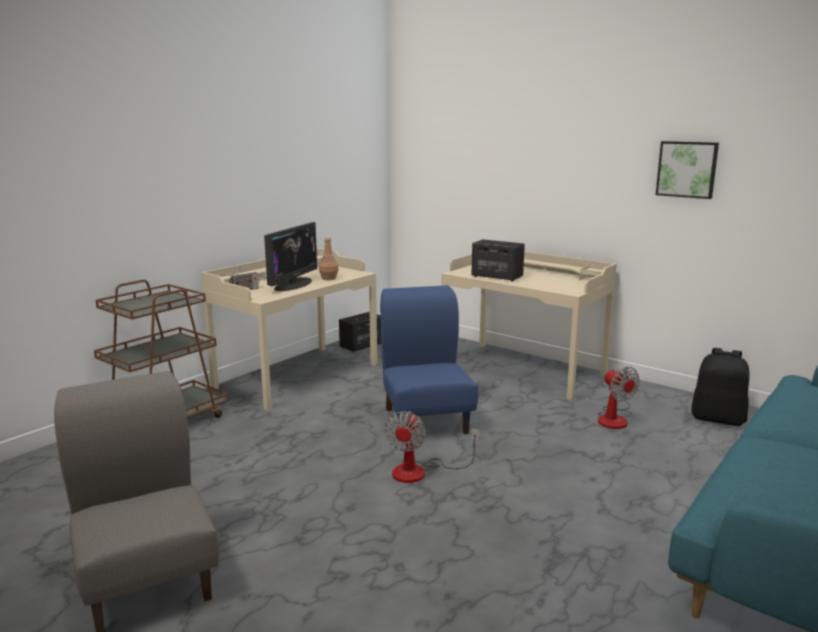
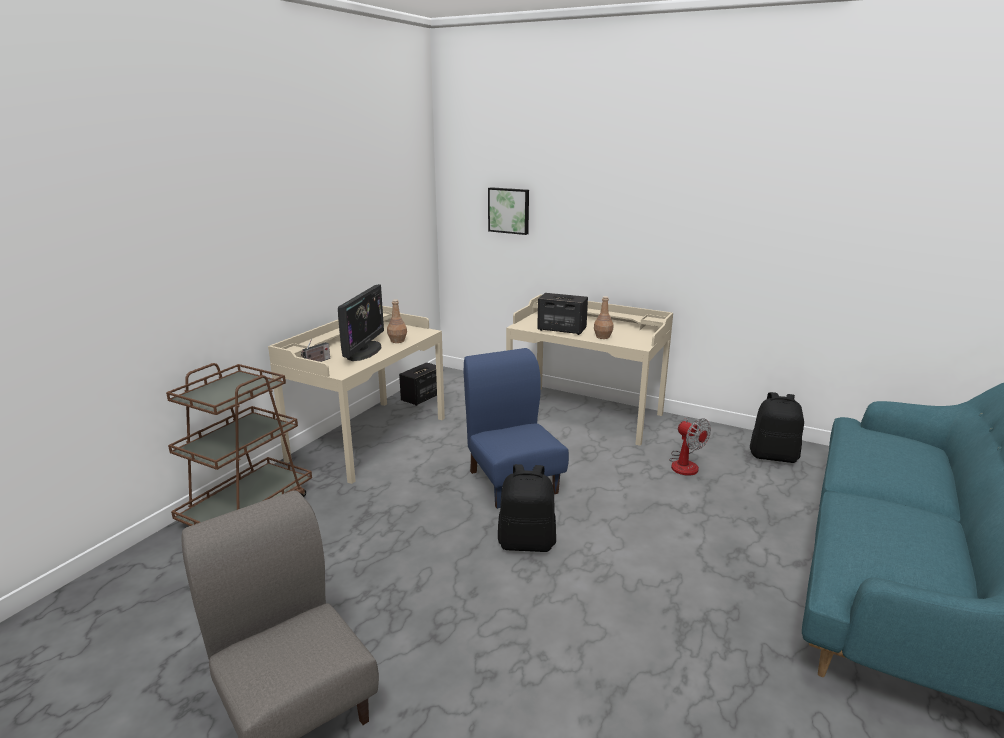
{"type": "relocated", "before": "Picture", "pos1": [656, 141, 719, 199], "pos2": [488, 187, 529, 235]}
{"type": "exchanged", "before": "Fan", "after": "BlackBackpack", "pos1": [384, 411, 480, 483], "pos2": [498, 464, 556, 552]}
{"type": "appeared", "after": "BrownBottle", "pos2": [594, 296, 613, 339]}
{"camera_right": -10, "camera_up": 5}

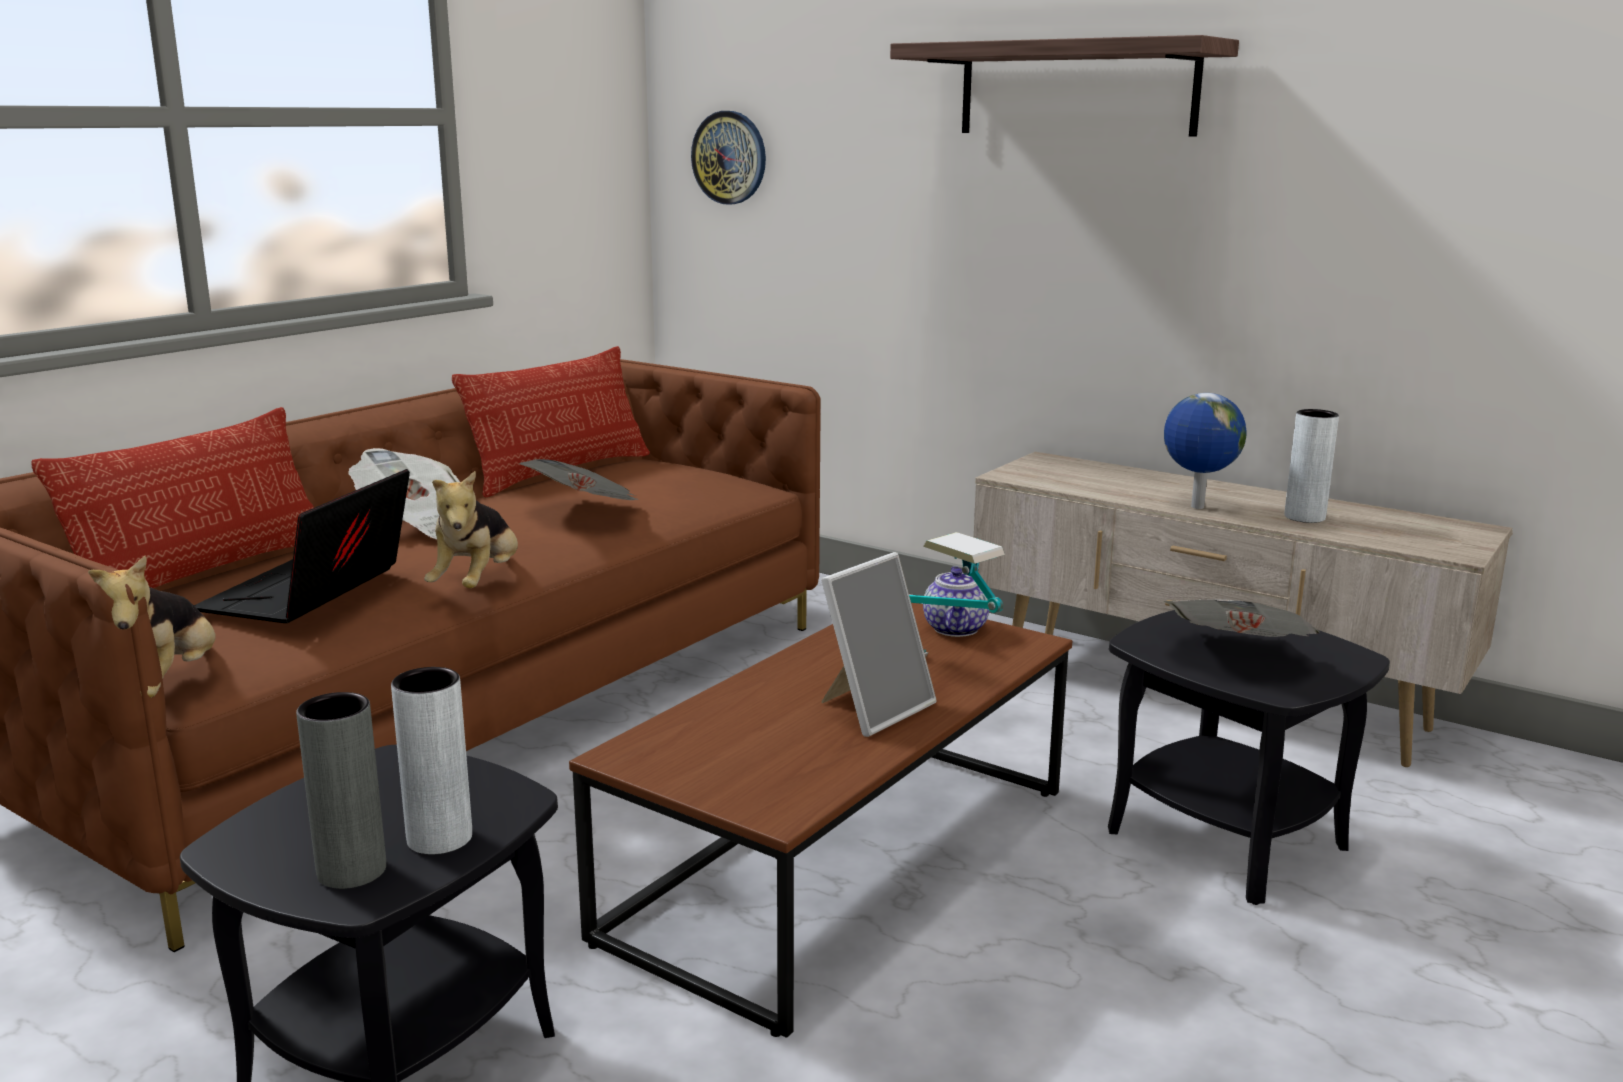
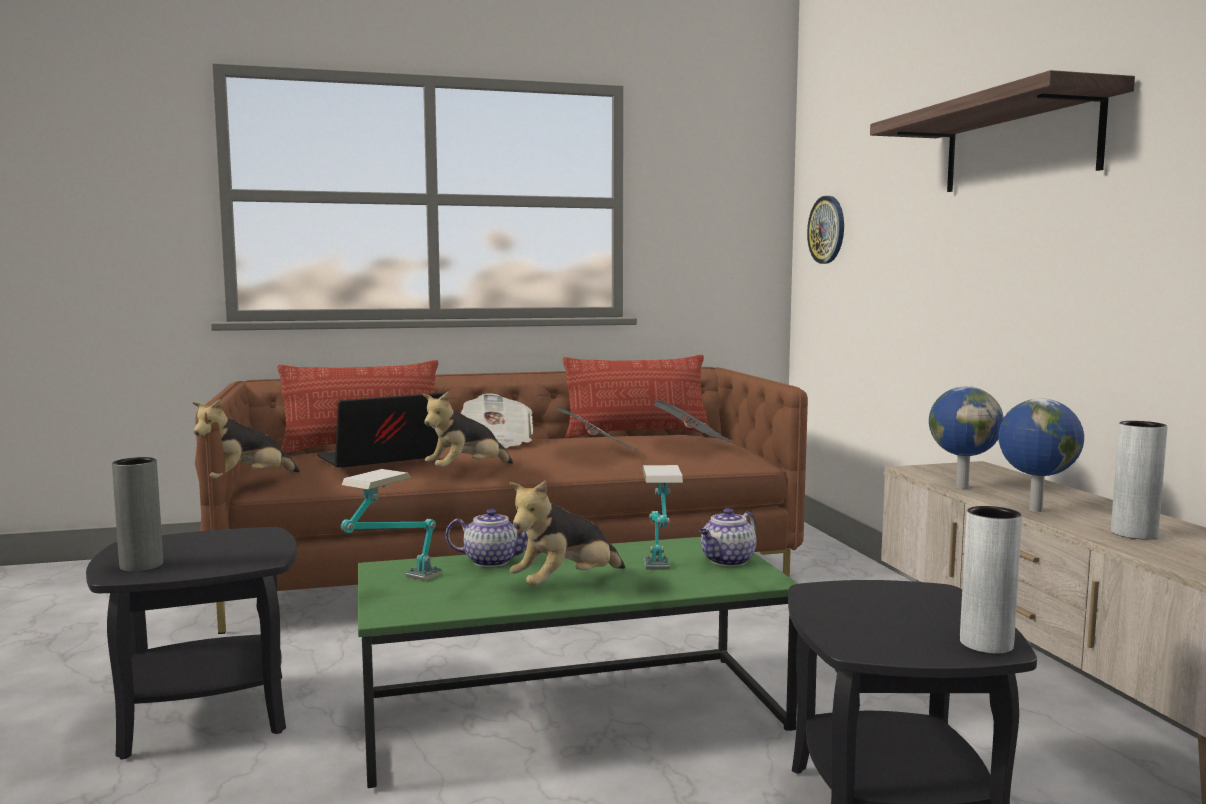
{"type": "exchanged", "before": "PictureFrame", "after": "PlushToy", "pos1": [821, 552, 937, 737], "pos2": [510, 480, 625, 586]}
{"type": "relocated", "before": "Newspaper", "pos1": [1164, 600, 1320, 637], "pos2": [653, 400, 733, 441]}
{"type": "colour", "before": "BrownCoffeeTable", "after": "GreenCoffeeTable", "pos1": [569, 603, 1072, 1038], "pos2": [358, 537, 798, 788]}
{"type": "relocated", "before": "GreyVase", "pos1": [391, 667, 472, 855], "pos2": [960, 506, 1022, 654]}
{"type": "appeared", "after": "Globe", "pos2": [929, 386, 1004, 489]}
{"type": "appeared", "after": "TableLamp", "pos2": [341, 469, 443, 581]}
{"type": "appeared", "after": "Teapot", "pos2": [446, 509, 528, 567]}
{"camera_right": 40, "camera_up": -10}

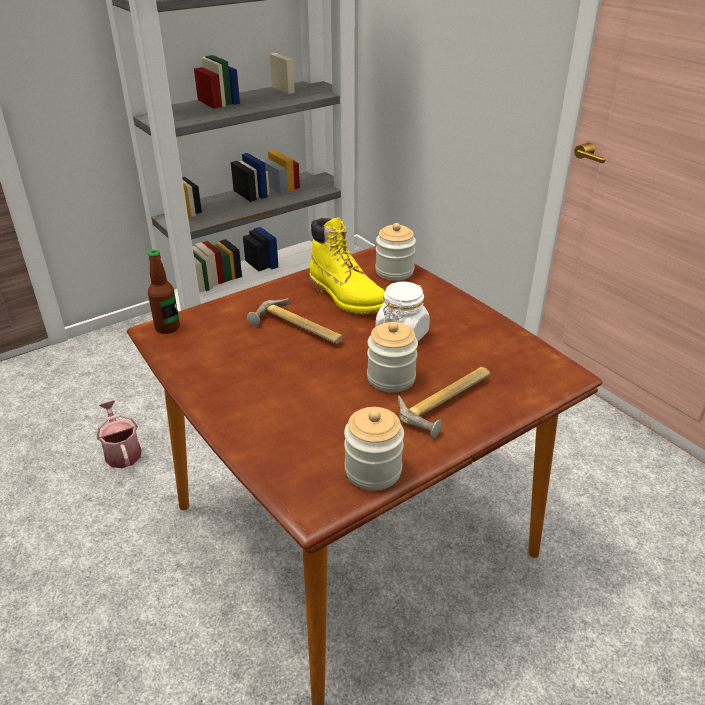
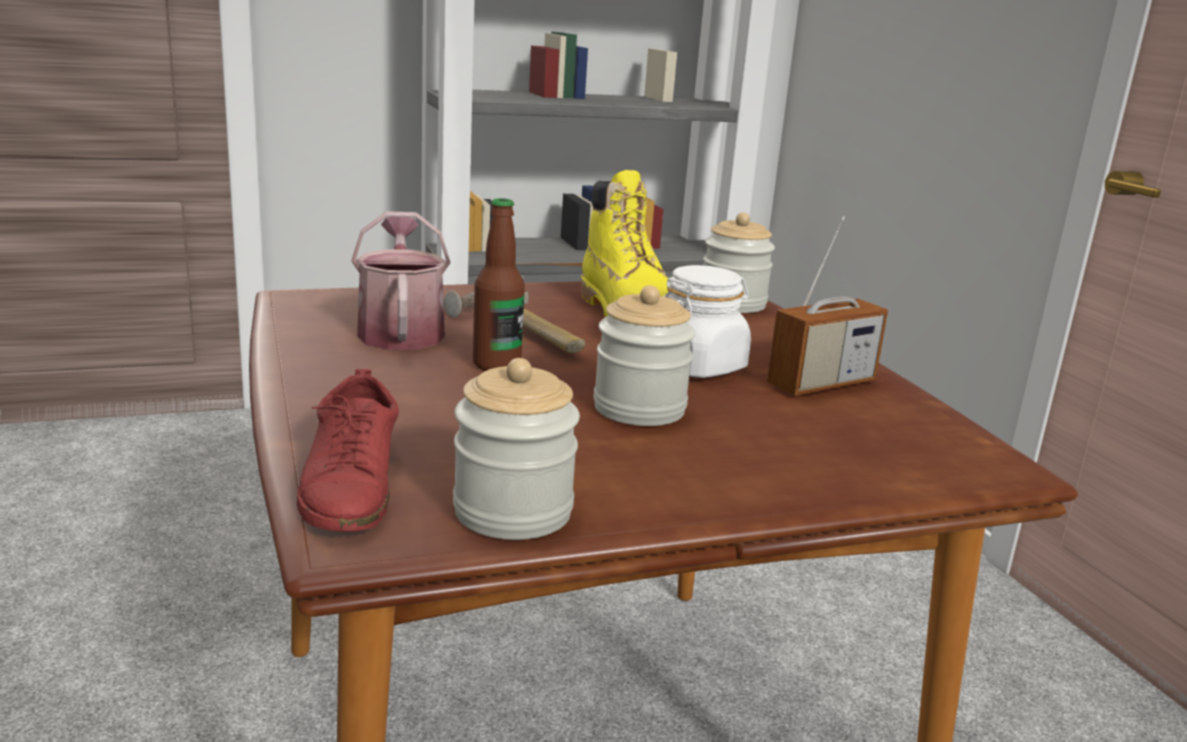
{"type": "relocated", "before": "Bottle", "pos1": [148, 250, 180, 334], "pos2": [473, 198, 525, 371]}
{"type": "missing", "before": "Hammer", "pos1": [398, 367, 490, 438]}
{"type": "relocated", "before": "WateringCan", "pos1": [97, 401, 141, 468], "pos2": [351, 211, 450, 350]}
{"type": "appeared", "after": "Radio", "pos2": [767, 216, 888, 396]}
{"type": "appeared", "after": "RedShoe", "pos2": [297, 369, 399, 532]}
{"camera_right": 15, "camera_up": -15}

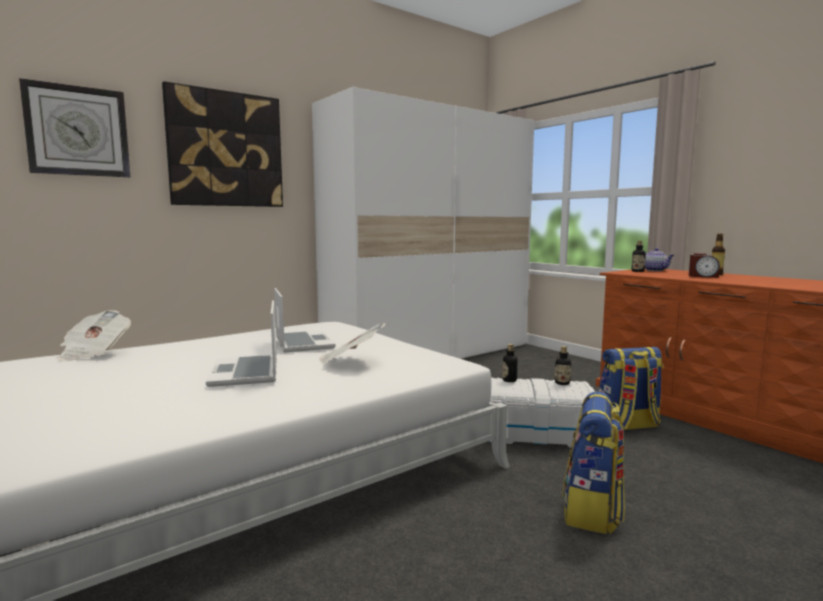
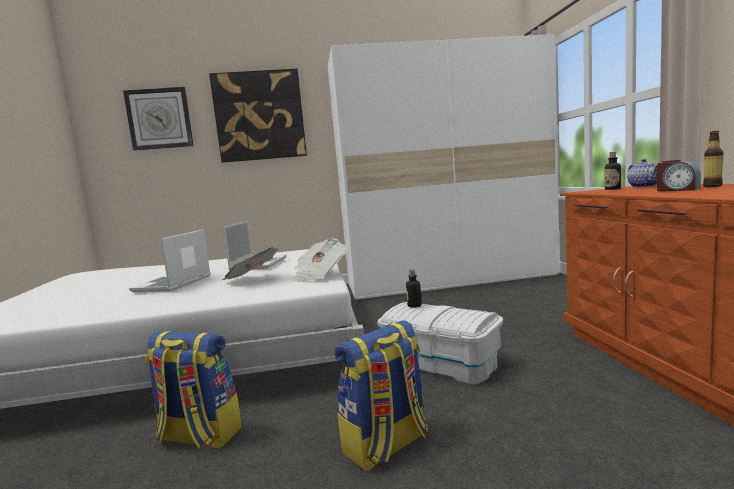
{"type": "relocated", "before": "Newspaper", "pos1": [58, 310, 131, 361], "pos2": [291, 238, 347, 282]}
{"type": "missing", "before": "Bottle", "pos1": [555, 346, 571, 385]}
{"type": "relocated", "before": "Backpack", "pos1": [599, 347, 664, 431], "pos2": [146, 331, 242, 449]}
{"camera_right": 30, "camera_up": 0}

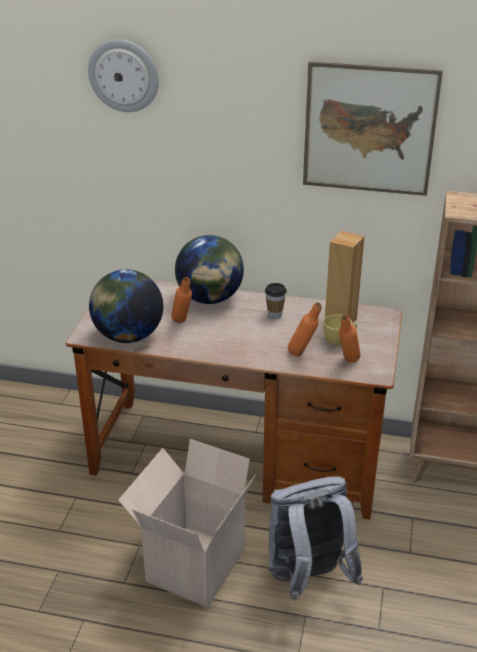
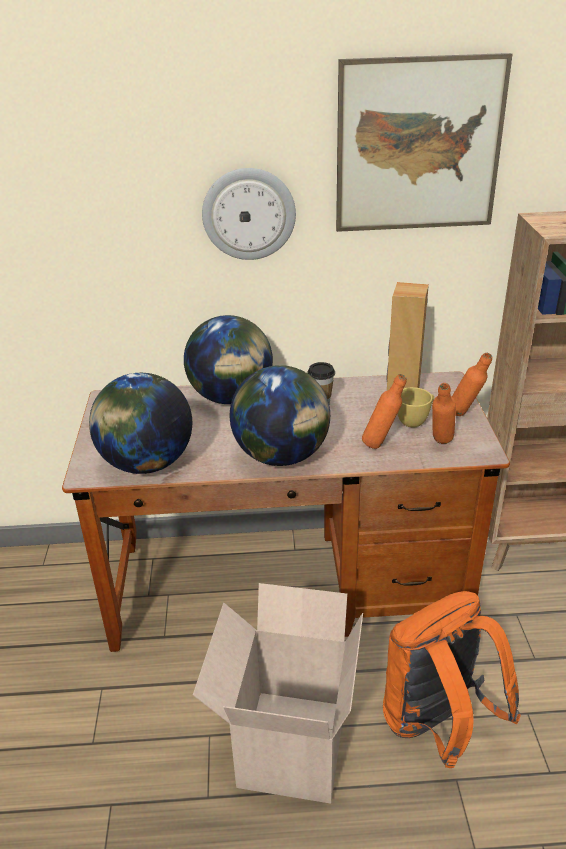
{"type": "relocated", "before": "WallClock", "pos1": [88, 39, 159, 112], "pos2": [202, 168, 296, 260]}
{"type": "relocated", "before": "OrangeBottle", "pos1": [171, 277, 192, 323], "pos2": [452, 353, 492, 416]}
{"type": "colour", "before": "GreyBackpack", "after": "OrangeBackpack", "pos1": [268, 476, 363, 601], "pos2": [383, 591, 521, 768]}
{"type": "appeared", "after": "Globe", "pos2": [230, 365, 330, 466]}
{"camera_right": -15, "camera_up": 0}

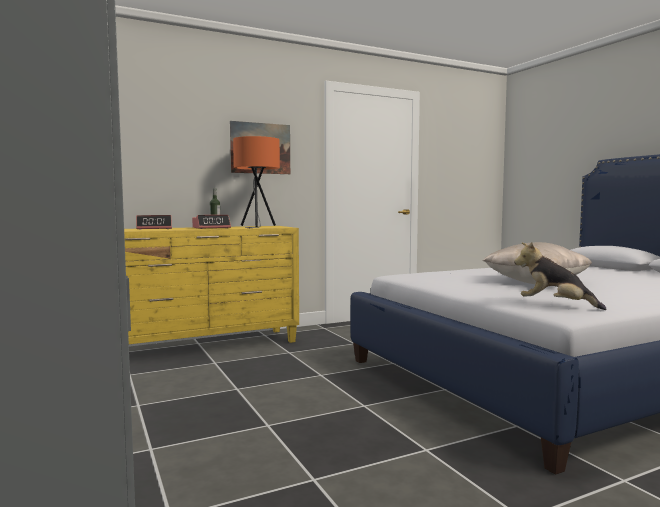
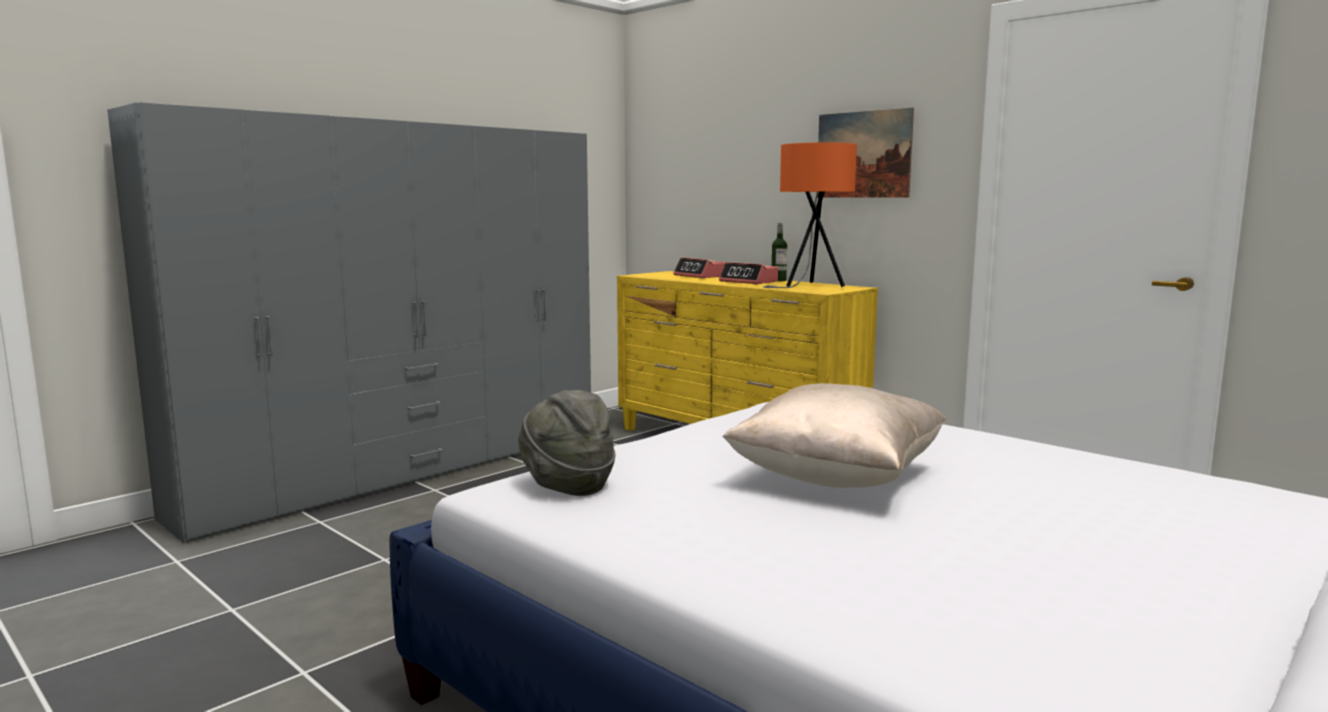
{"type": "exchanged", "before": "PlushToy", "after": "GreyHat", "pos1": [514, 242, 607, 310], "pos2": [518, 390, 615, 496]}
{"camera_right": 70, "camera_up": 5}

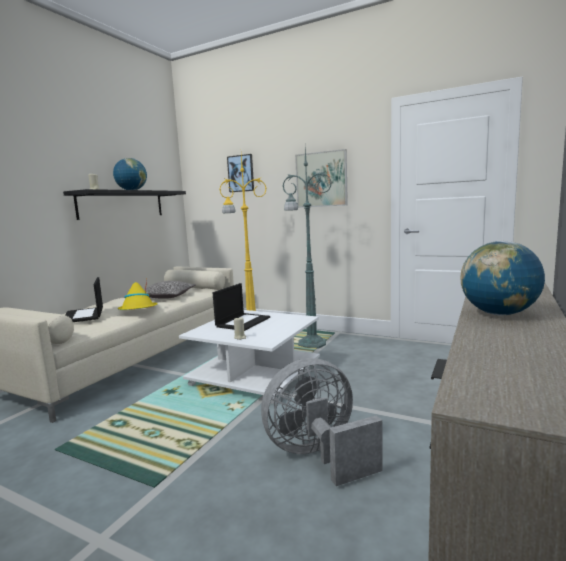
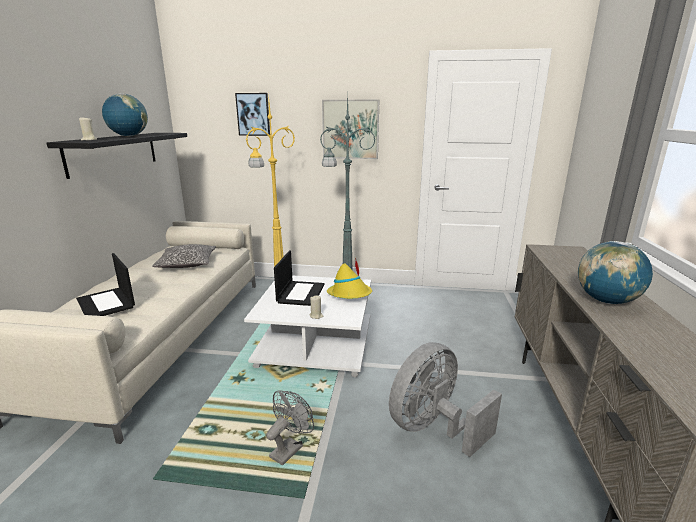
{"type": "relocated", "before": "YellowHat", "pos1": [118, 279, 158, 310], "pos2": [327, 258, 372, 299]}
{"type": "appeared", "after": "GreyFan", "pos2": [266, 390, 314, 465]}
{"camera_right": -20, "camera_up": 10}

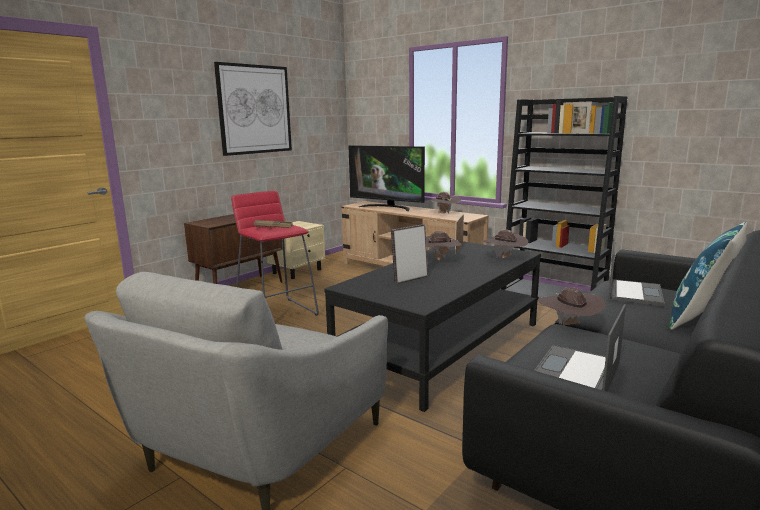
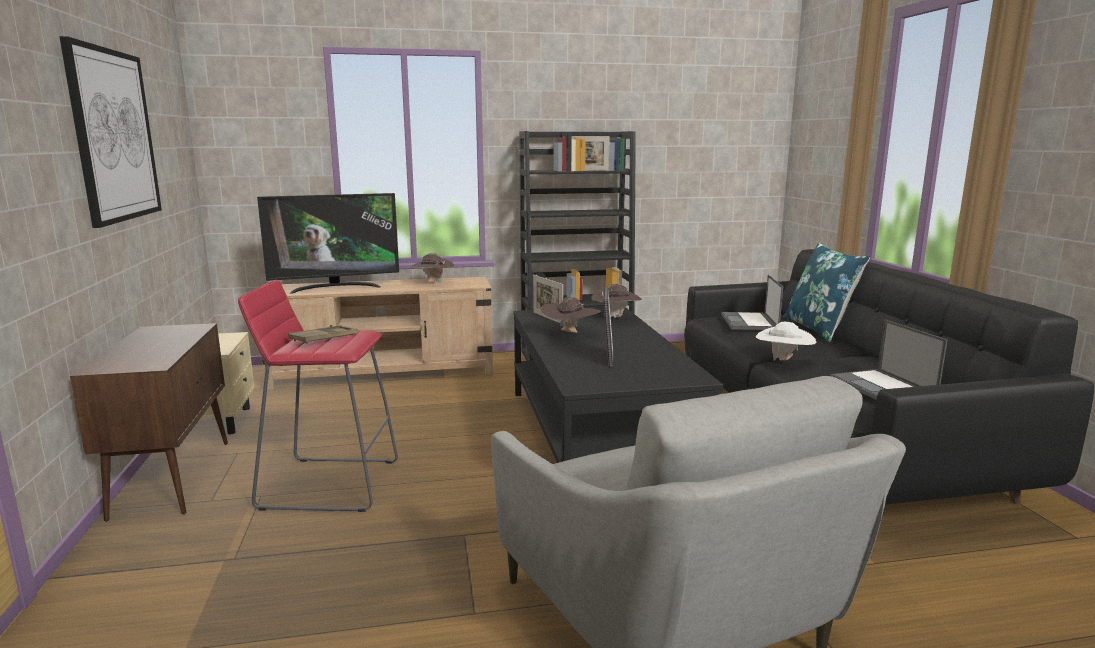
{"type": "spun", "before": "Laptop", "pos1": [609, 241, 665, 306], "pos2": [721, 275, 783, 330], "turn": -150}
{"type": "colour", "before": "BrownHat", "after": "WhiteHat", "pos1": [538, 287, 605, 326], "pos2": [756, 322, 817, 361]}
{"camera_right": -50, "camera_up": 0}

